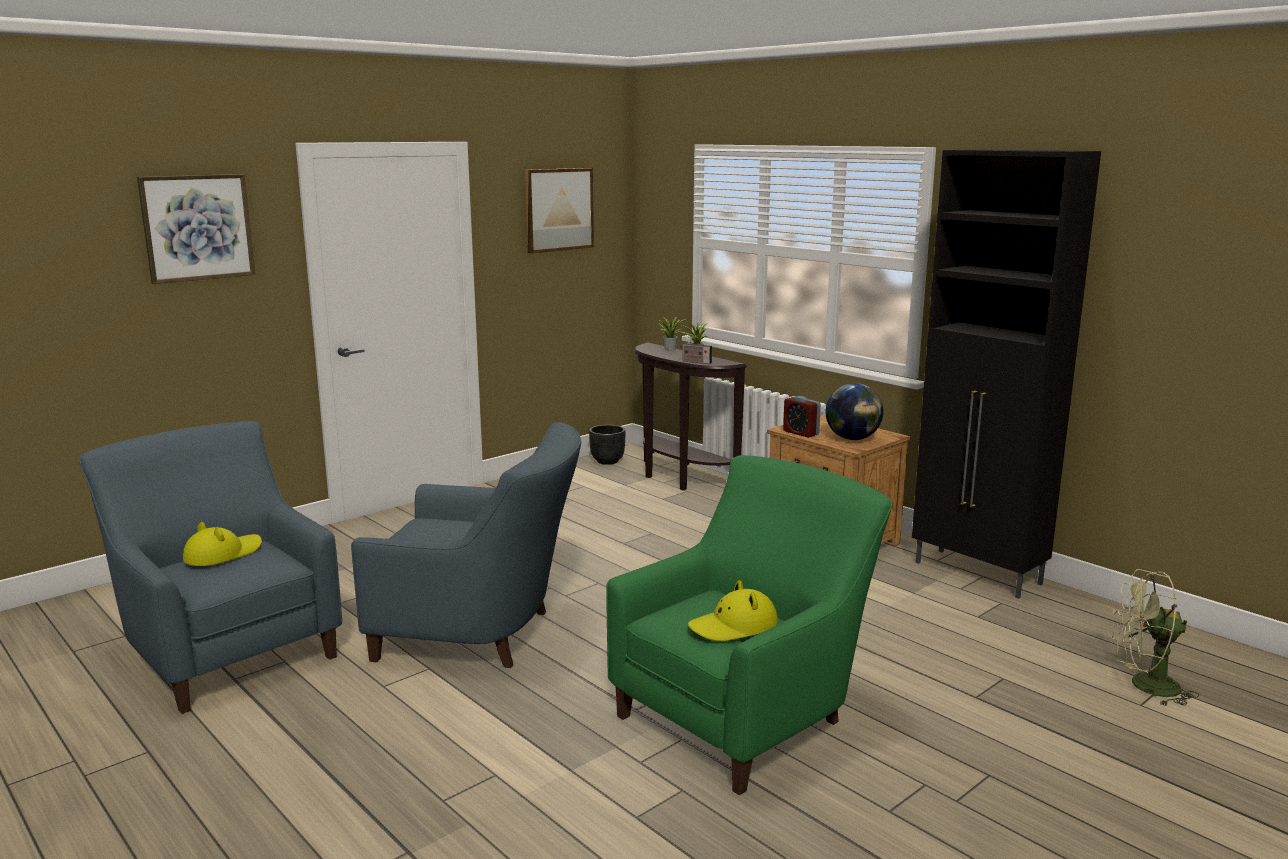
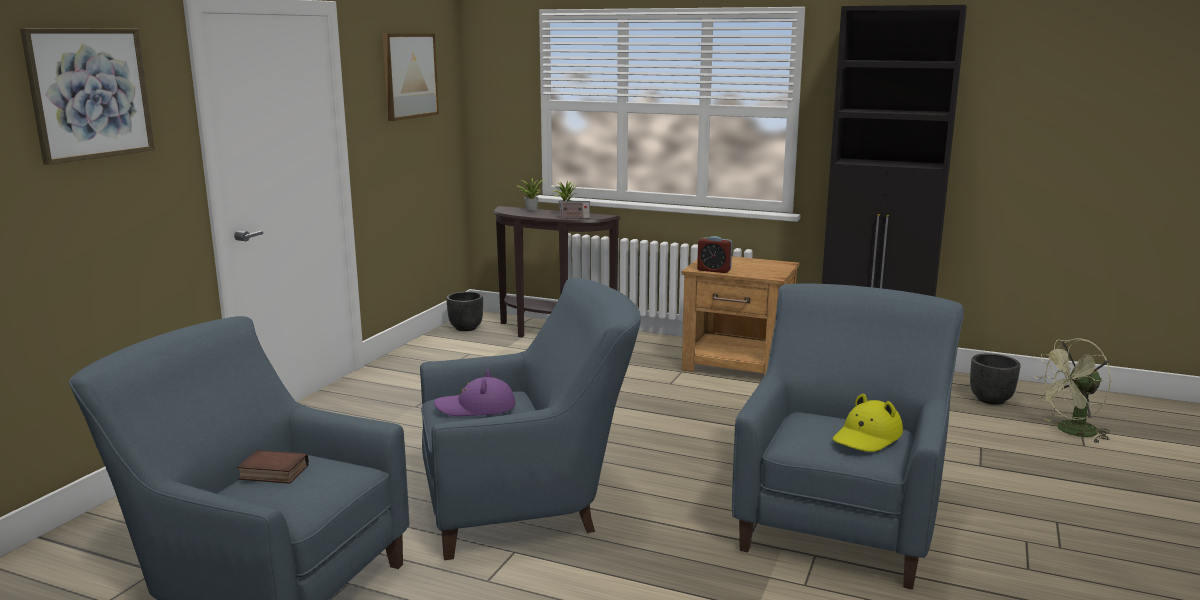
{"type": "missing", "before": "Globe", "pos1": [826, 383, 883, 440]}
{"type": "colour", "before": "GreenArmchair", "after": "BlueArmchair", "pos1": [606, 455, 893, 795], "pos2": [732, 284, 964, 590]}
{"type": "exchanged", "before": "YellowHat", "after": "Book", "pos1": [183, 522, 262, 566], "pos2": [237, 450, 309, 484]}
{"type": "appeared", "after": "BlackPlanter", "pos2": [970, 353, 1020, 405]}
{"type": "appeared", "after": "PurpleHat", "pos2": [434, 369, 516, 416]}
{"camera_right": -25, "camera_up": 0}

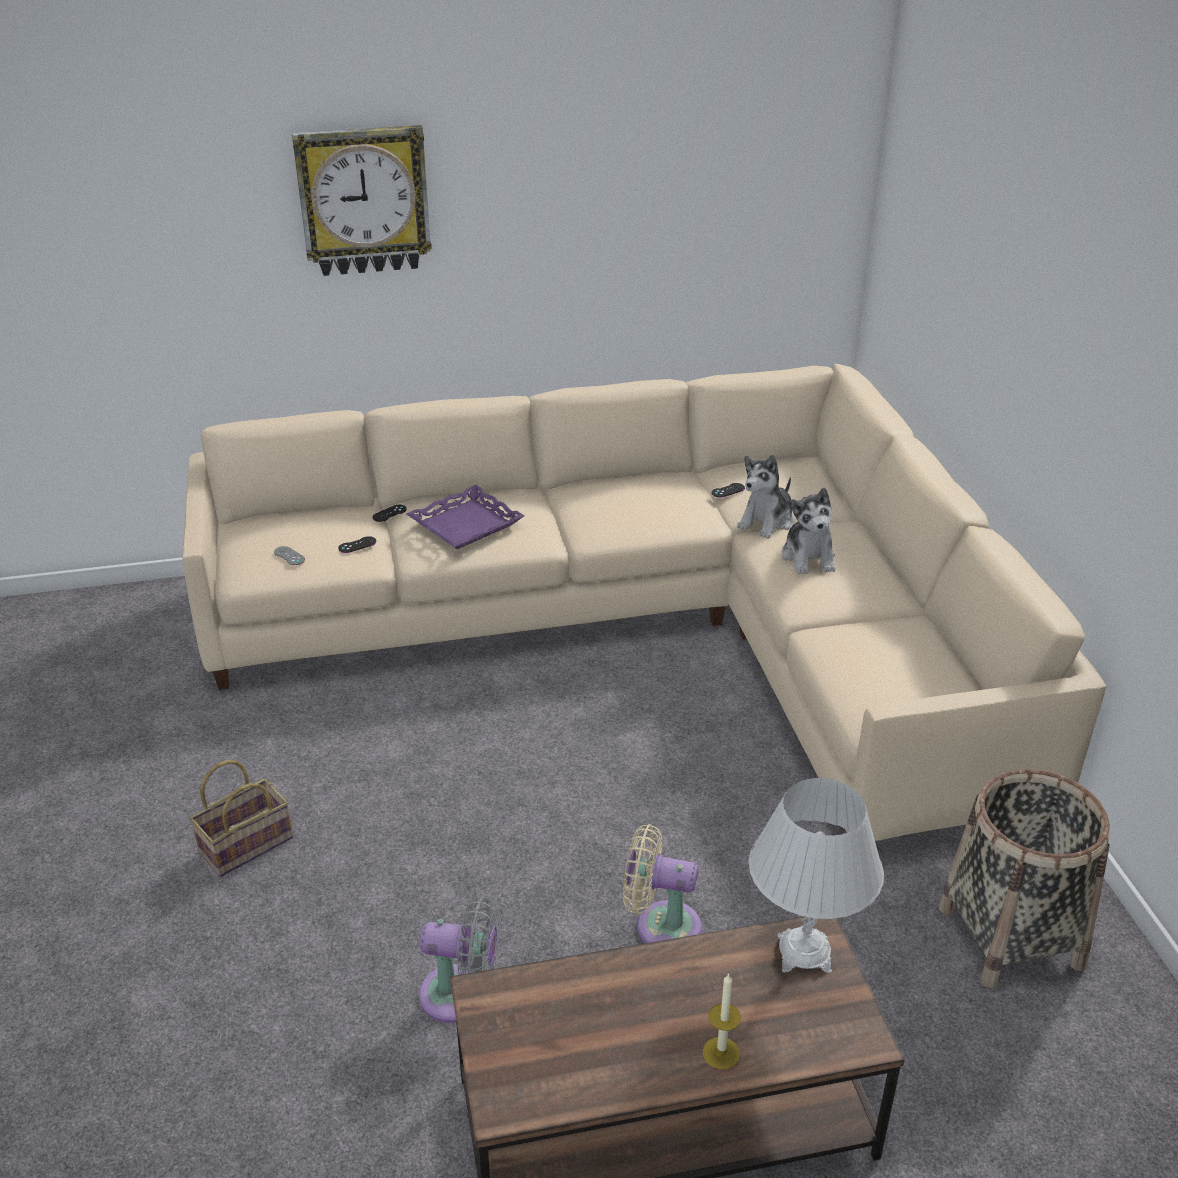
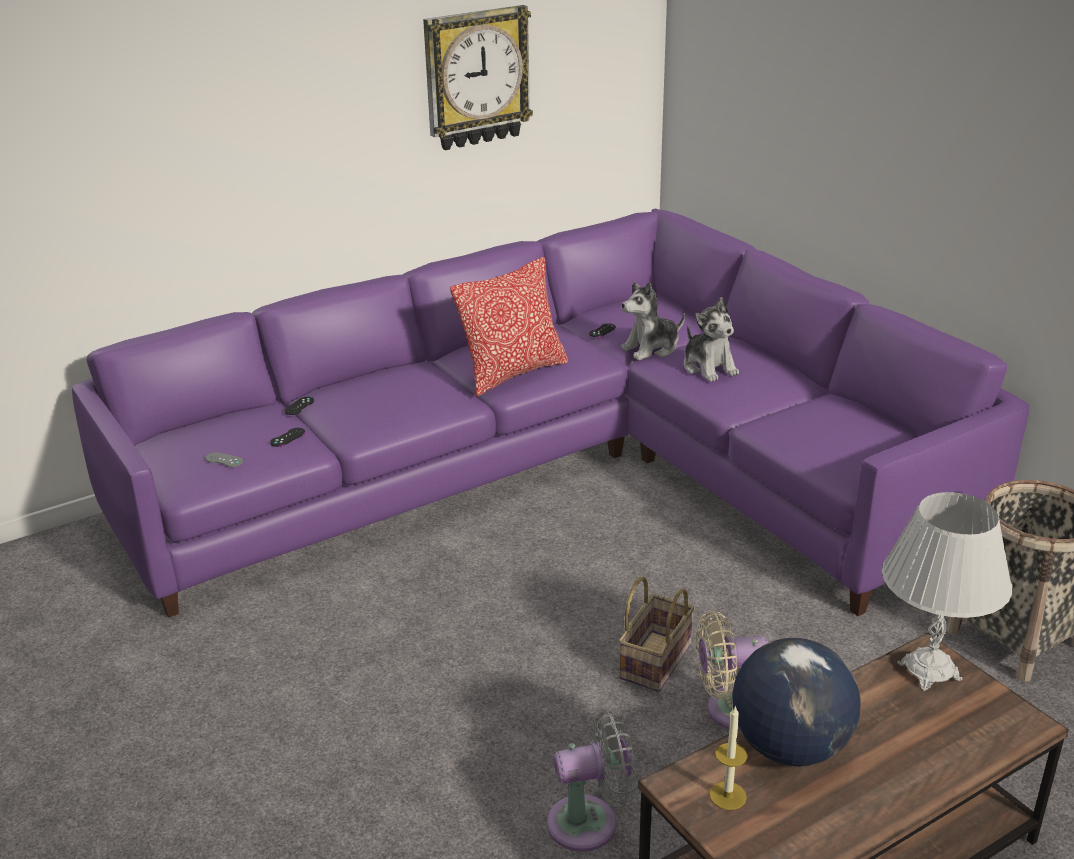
{"type": "relocated", "before": "WallClock", "pos1": [292, 125, 432, 276], "pos2": [423, 5, 533, 150]}
{"type": "colour", "before": "BeigeSofa", "after": "PurpleSofa", "pos1": [182, 364, 1106, 841], "pos2": [72, 209, 1029, 618]}
{"type": "spun", "before": "PlushToy", "pos1": [737, 455, 793, 539], "pos2": [621, 282, 685, 360], "turn": 45}
{"type": "missing", "before": "PurpleTray", "pos1": [406, 485, 525, 549]}
{"type": "relocated", "before": "Basket", "pos1": [189, 760, 293, 877], "pos2": [619, 577, 695, 692]}
{"type": "relocated", "before": "Candle", "pos1": [703, 973, 741, 1069], "pos2": [709, 705, 748, 810]}
{"type": "appeared", "after": "Pillow", "pos2": [450, 257, 568, 397]}
{"type": "appeared", "after": "Globe", "pos2": [732, 638, 860, 766]}
{"camera_right": -20, "camera_up": -5}

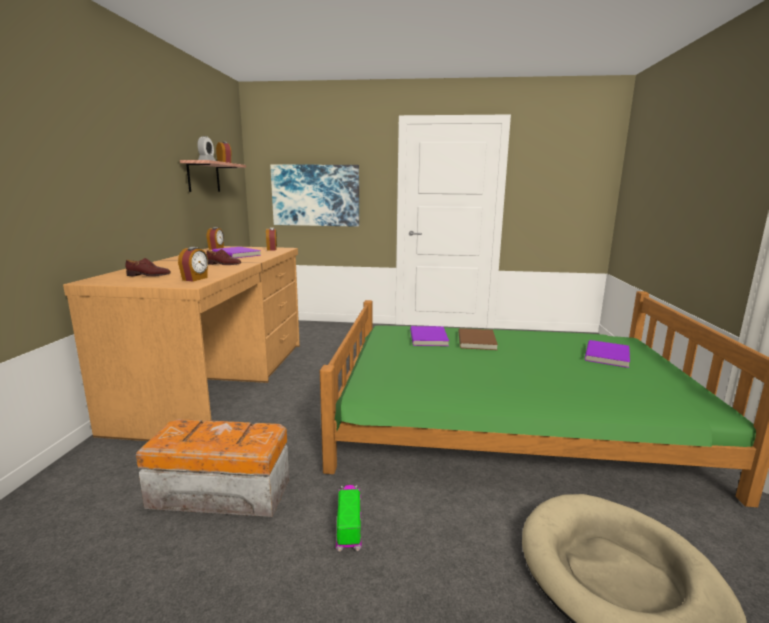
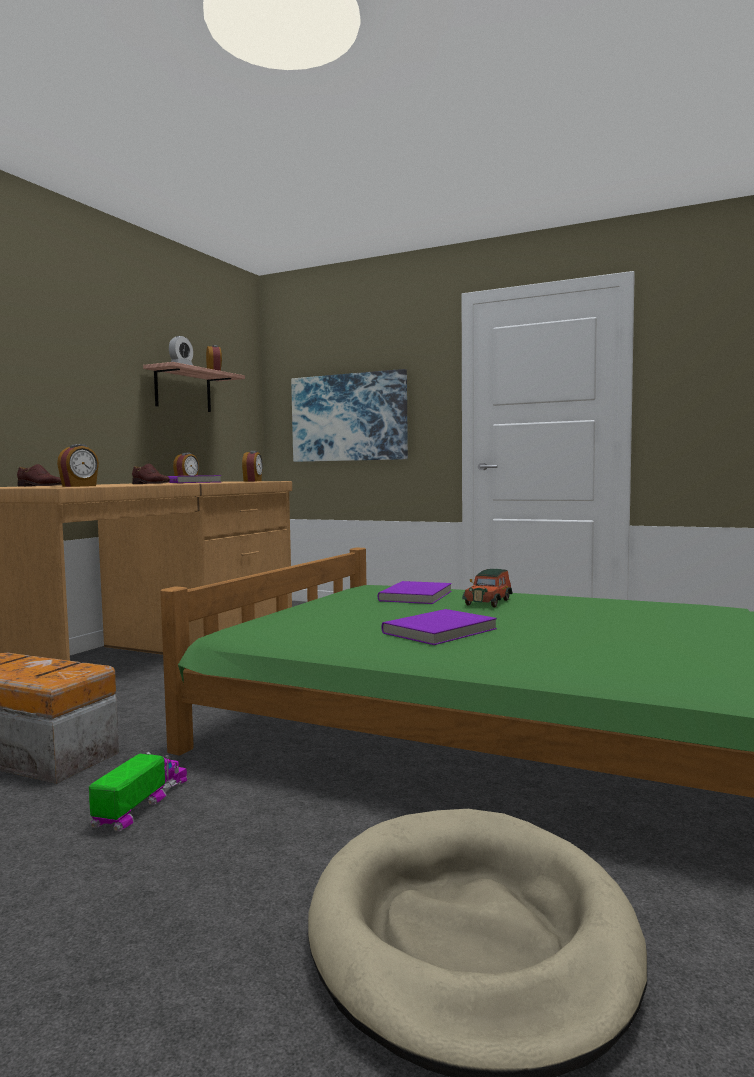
{"type": "exchanged", "before": "BrownBook", "after": "ToyCar", "pos1": [458, 328, 498, 350], "pos2": [462, 569, 512, 608]}
{"type": "relocated", "before": "PurpleBook", "pos1": [585, 340, 630, 368], "pos2": [382, 609, 497, 645]}
{"camera_right": 20, "camera_up": -10}

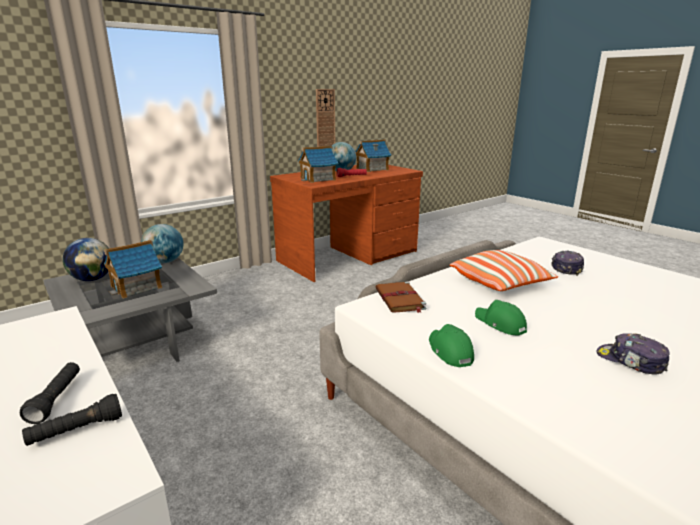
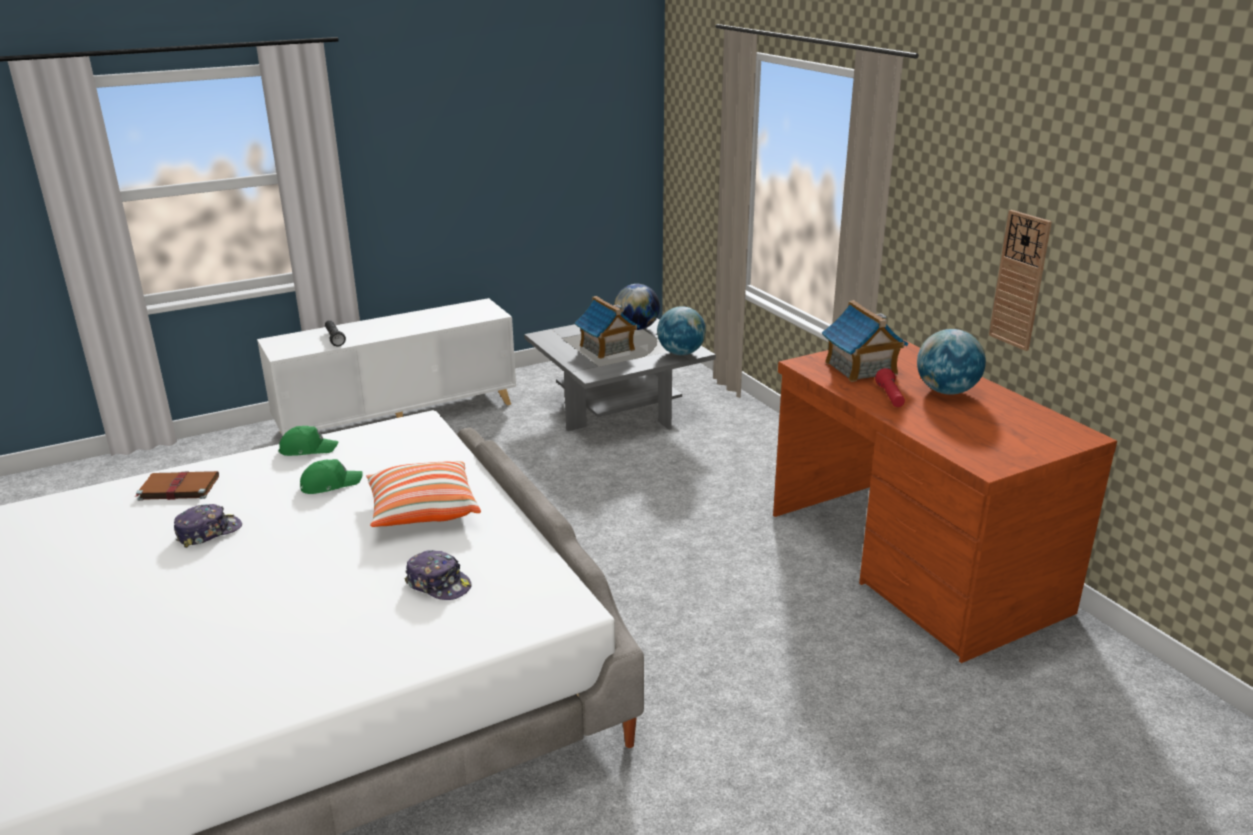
{"type": "missing", "before": "ToyHouse", "pos1": [355, 139, 391, 172]}
{"type": "relocated", "before": "BrownBook", "pos1": [376, 281, 426, 313], "pos2": [136, 471, 219, 501]}
{"type": "missing", "before": "BlackFlashlight", "pos1": [20, 362, 80, 424]}
{"camera_right": 100, "camera_up": 5}

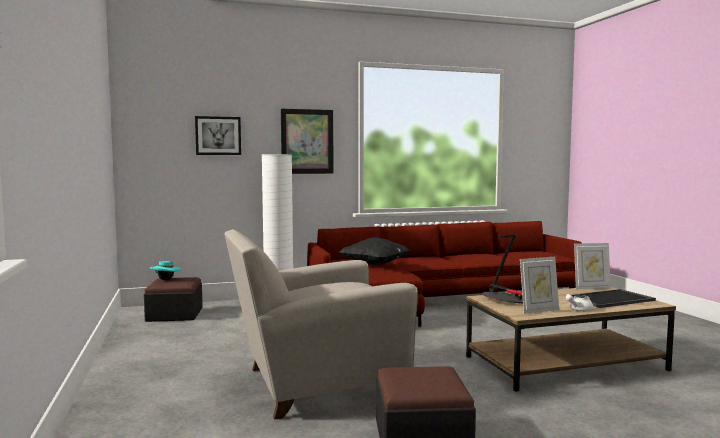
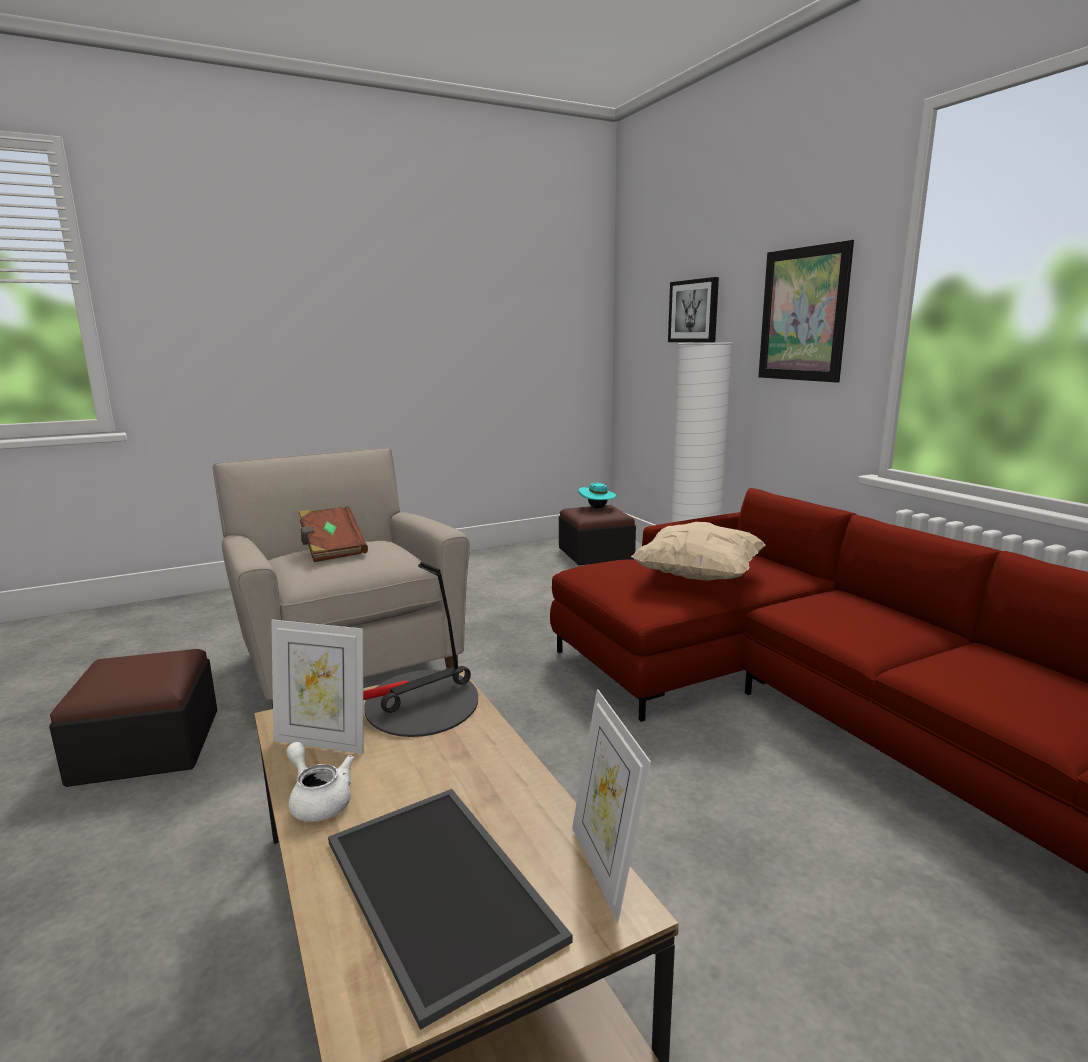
{"type": "colour", "before": "BlackPillow", "after": "BeigePillow", "pos1": [339, 237, 411, 265], "pos2": [631, 522, 766, 581]}
{"type": "spun", "before": "PictureFrame", "pos1": [520, 257, 559, 314], "pos2": [271, 620, 363, 754], "turn": -45}
{"type": "appeared", "after": "BrownBook", "pos2": [299, 506, 368, 562]}
{"camera_right": 80, "camera_up": 10}

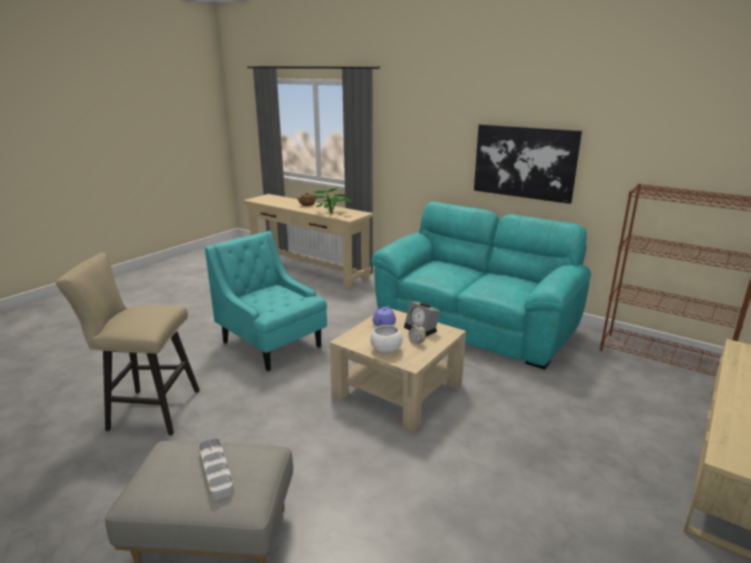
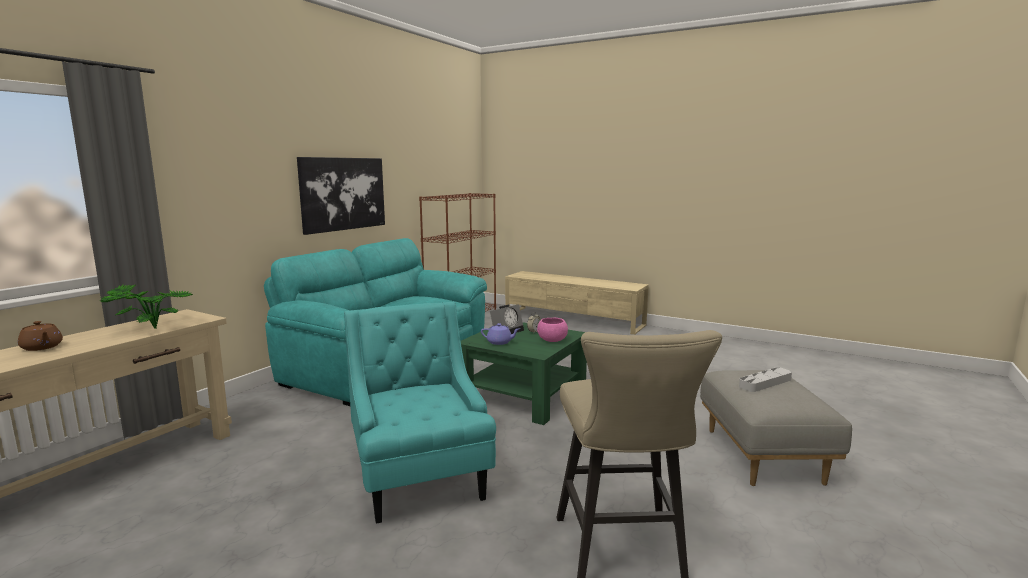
{"type": "spun", "before": "TurquoiseArmchair", "pos1": [205, 231, 327, 371], "pos2": [344, 302, 496, 524], "turn": 120}
{"type": "colour", "before": "BeigeCoffeeTable", "after": "GreenCoffeeTable", "pos1": [330, 308, 466, 432], "pos2": [461, 322, 587, 425]}
{"type": "colour", "before": "WhiteBowl", "after": "PinkBowl", "pos1": [370, 325, 403, 353], "pos2": [537, 318, 568, 342]}
{"camera_right": -95, "camera_up": -10}

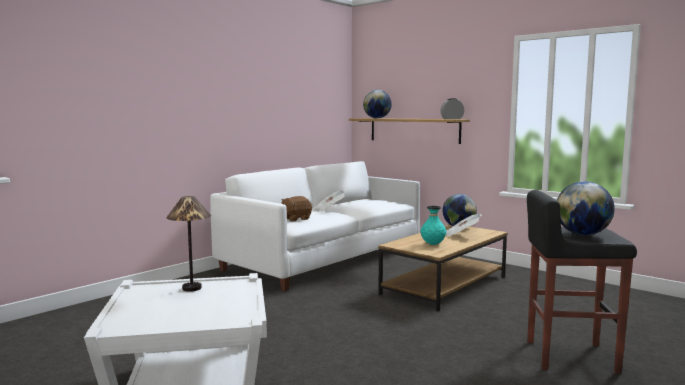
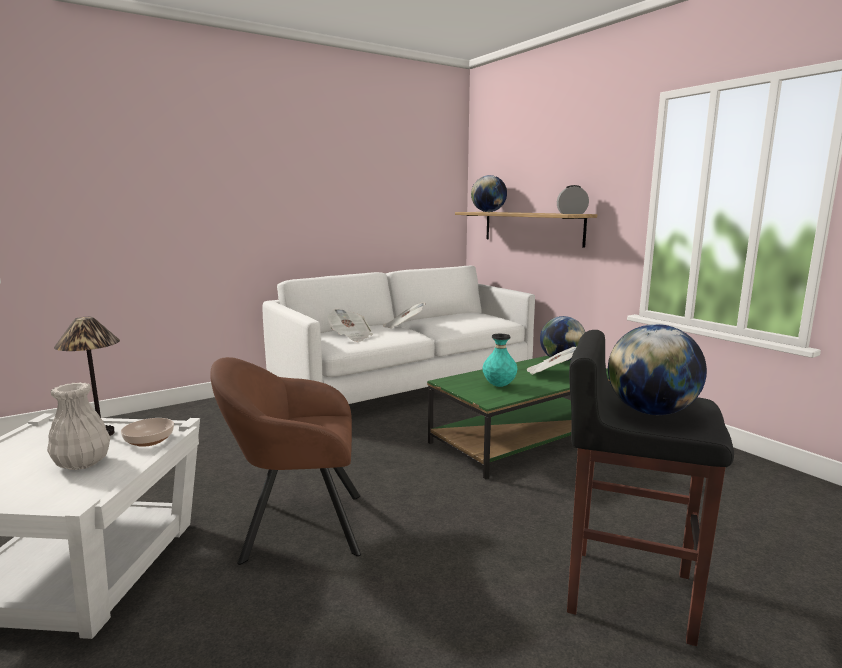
{"type": "exchanged", "before": "BrownPlushToy", "after": "Newspaper", "pos1": [281, 196, 312, 222], "pos2": [327, 309, 373, 342]}
{"type": "colour", "before": "BrownCoffeeTable", "after": "GreenCoffeeTable", "pos1": [378, 224, 508, 311], "pos2": [427, 356, 610, 479]}
{"type": "appeared", "after": "BrownArmchair", "pos2": [210, 357, 361, 565]}
{"type": "appeared", "after": "WhiteVase", "pos2": [47, 382, 110, 470]}
{"type": "appeared", "after": "Bowl", "pos2": [121, 418, 174, 447]}
{"camera_right": 15, "camera_up": 5}

